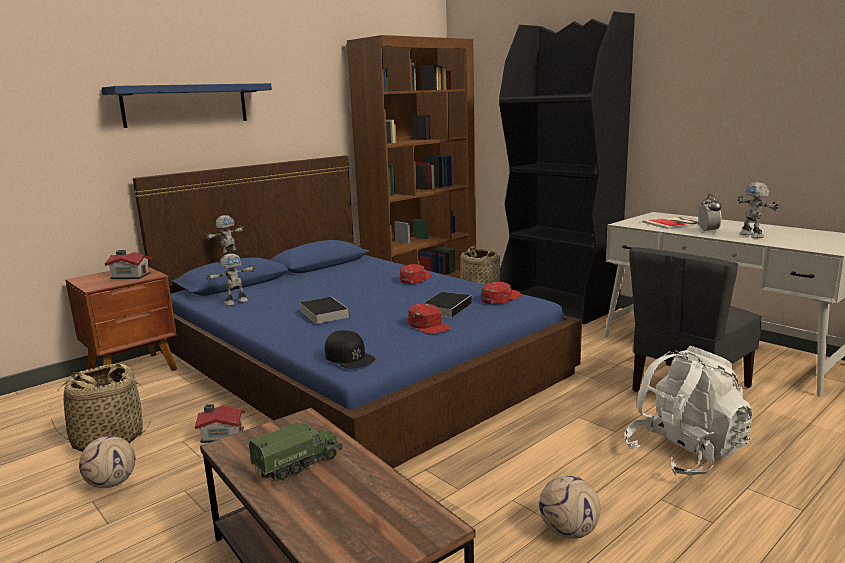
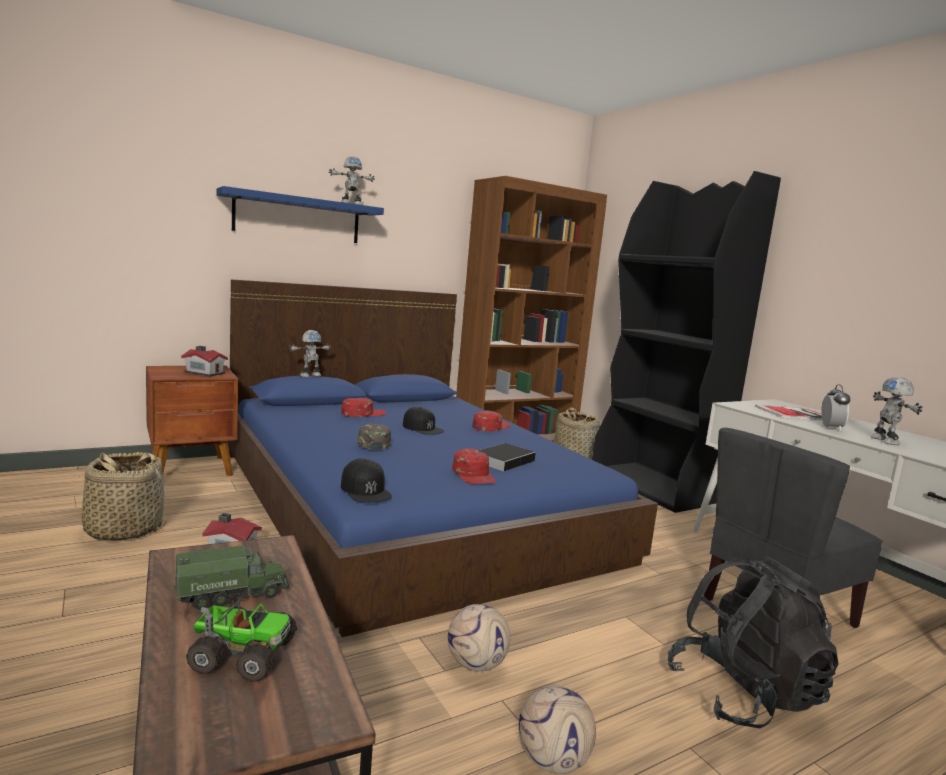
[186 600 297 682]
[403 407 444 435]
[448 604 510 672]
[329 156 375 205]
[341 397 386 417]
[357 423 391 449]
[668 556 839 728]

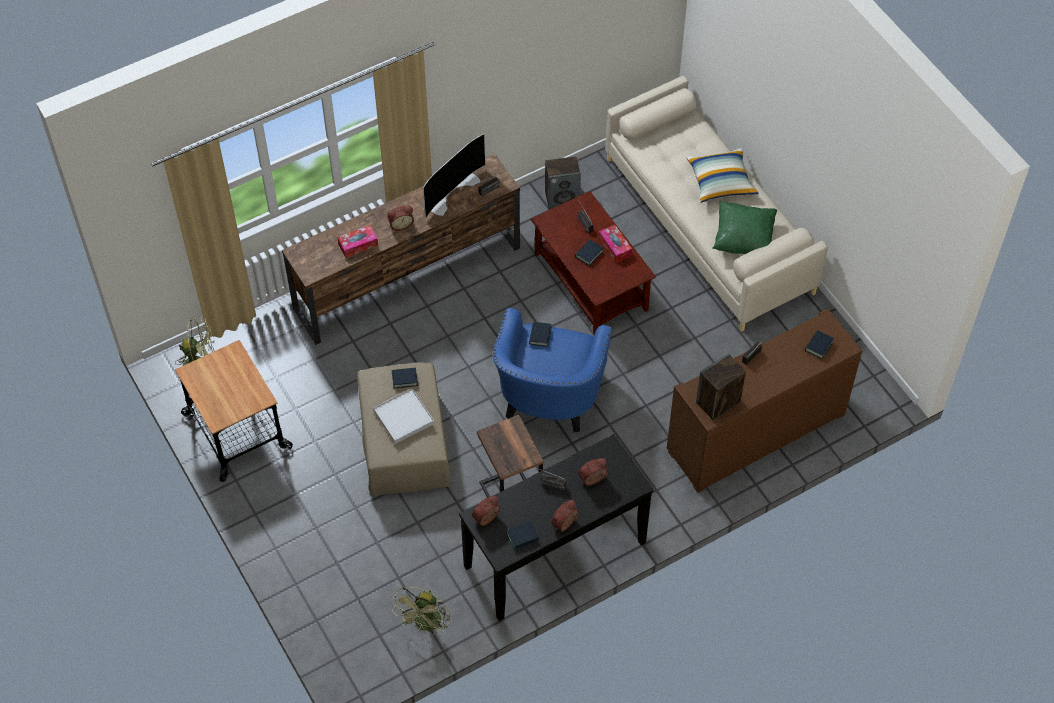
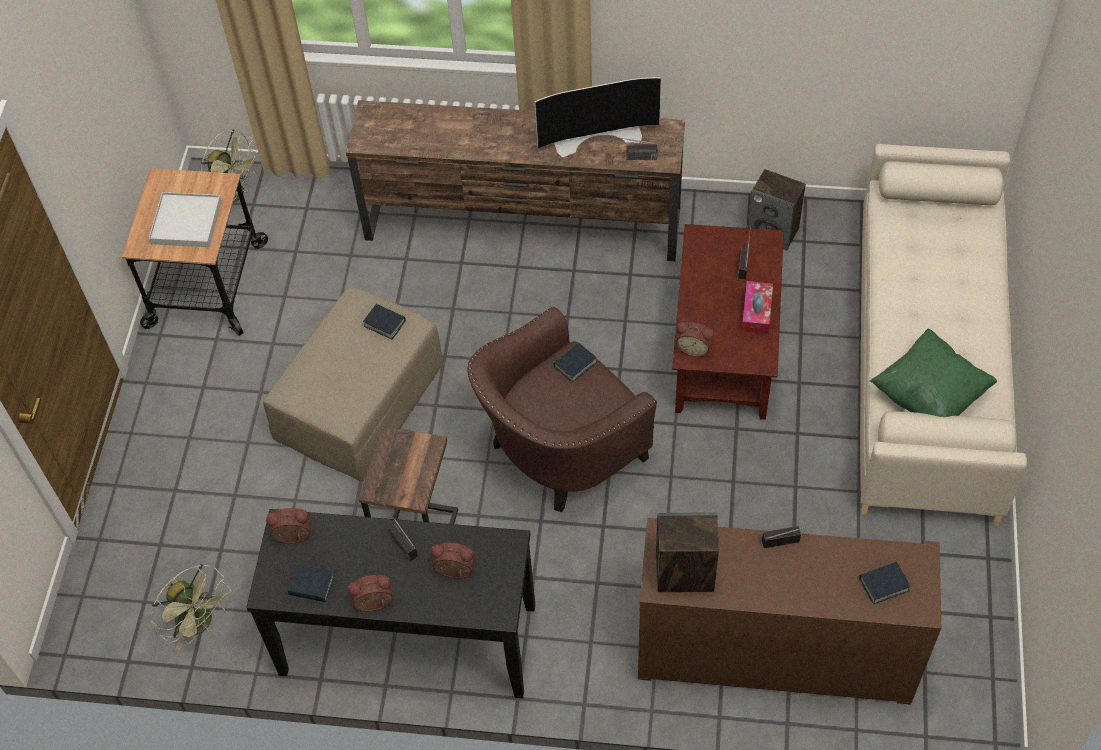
[337 225 378 258] (first image)
[575 240 604 266] (first image)
[686 148 759 203] (first image)
[149 192 222 247]
[676 322 714 357]
[468 306 657 512]
[150 564 231 650]

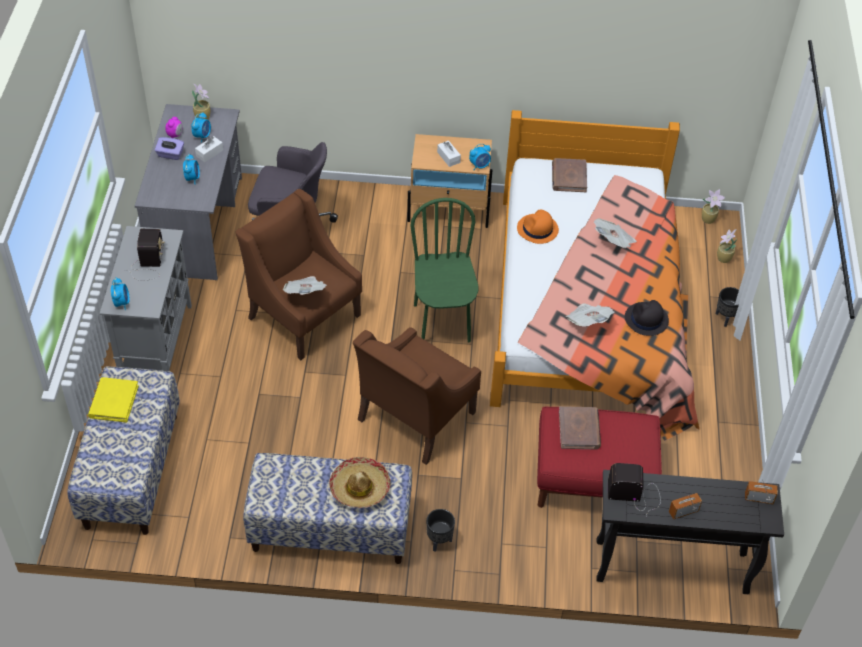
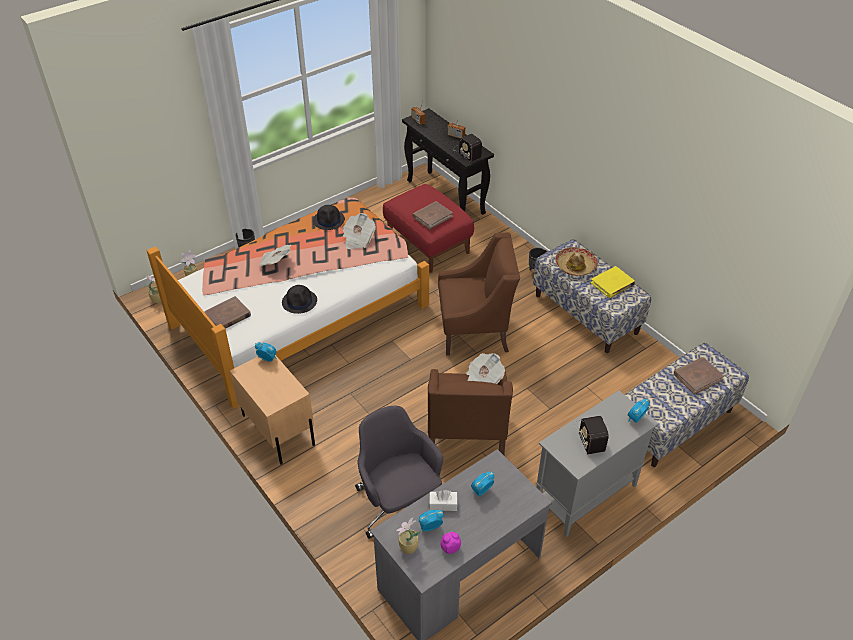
[155 137 184 160] (first image)
[410 198 478 342] (first image)
[437 141 461 167] (first image)
[674 357 724 395]
[591 266 635 298]
[282 285 317 314]
[574 416 609 454]

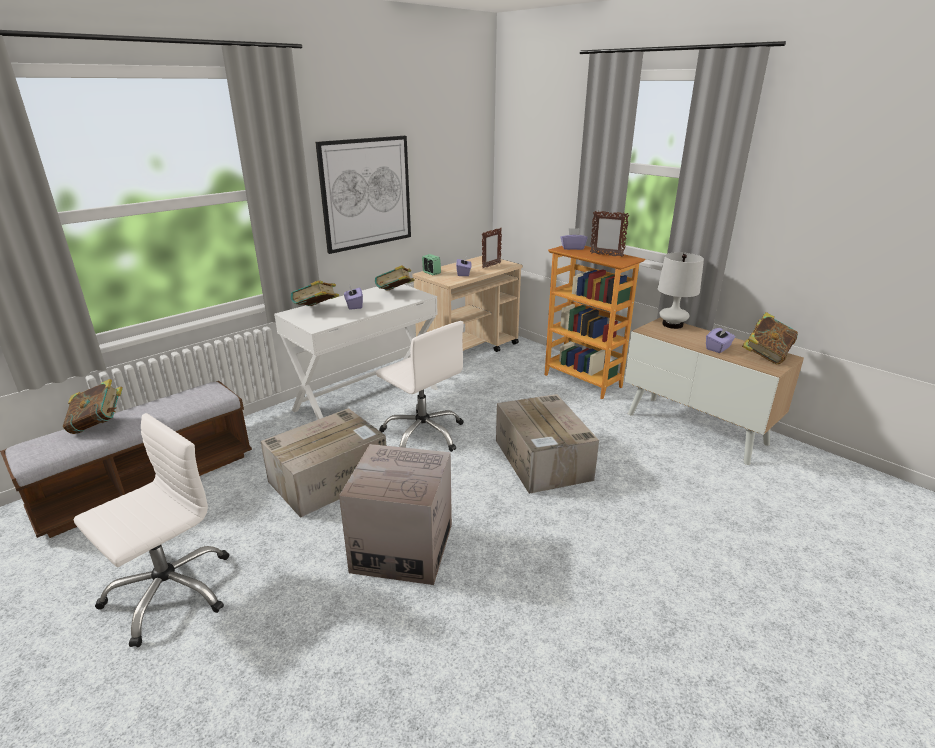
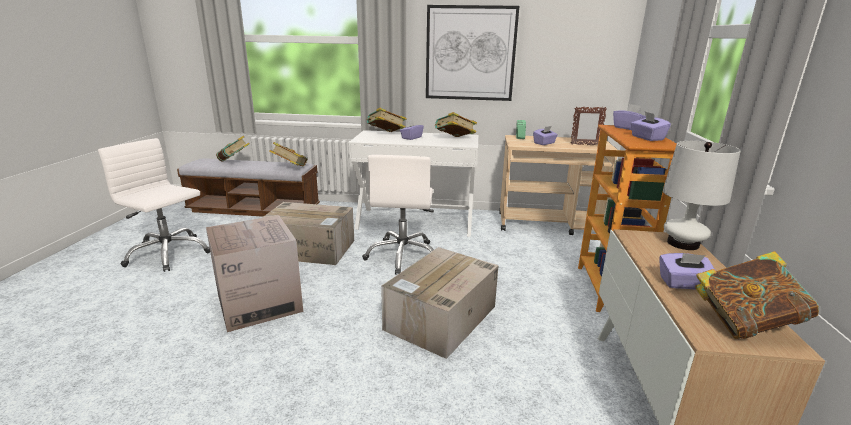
[269 142 307 167]
[631 112 671 141]
[98 138 210 272]

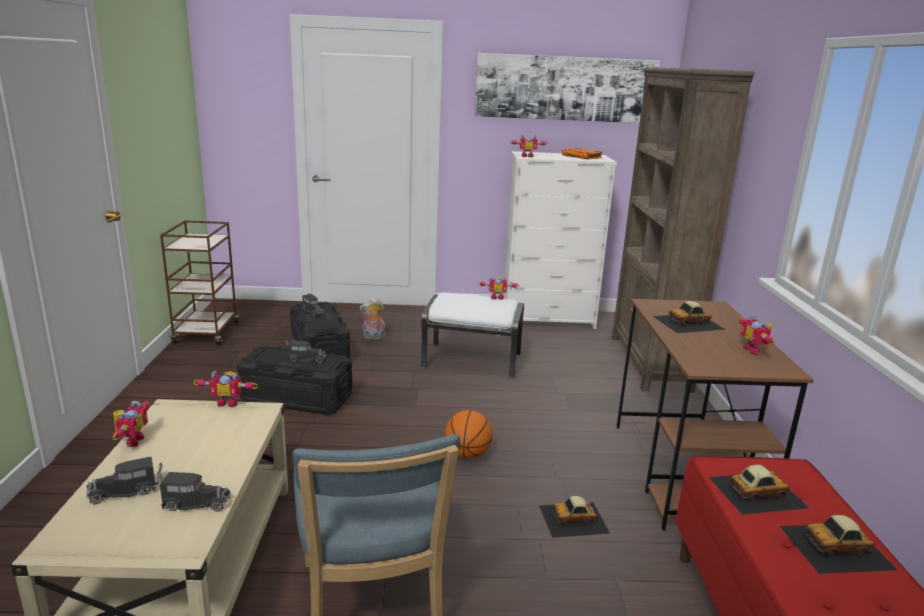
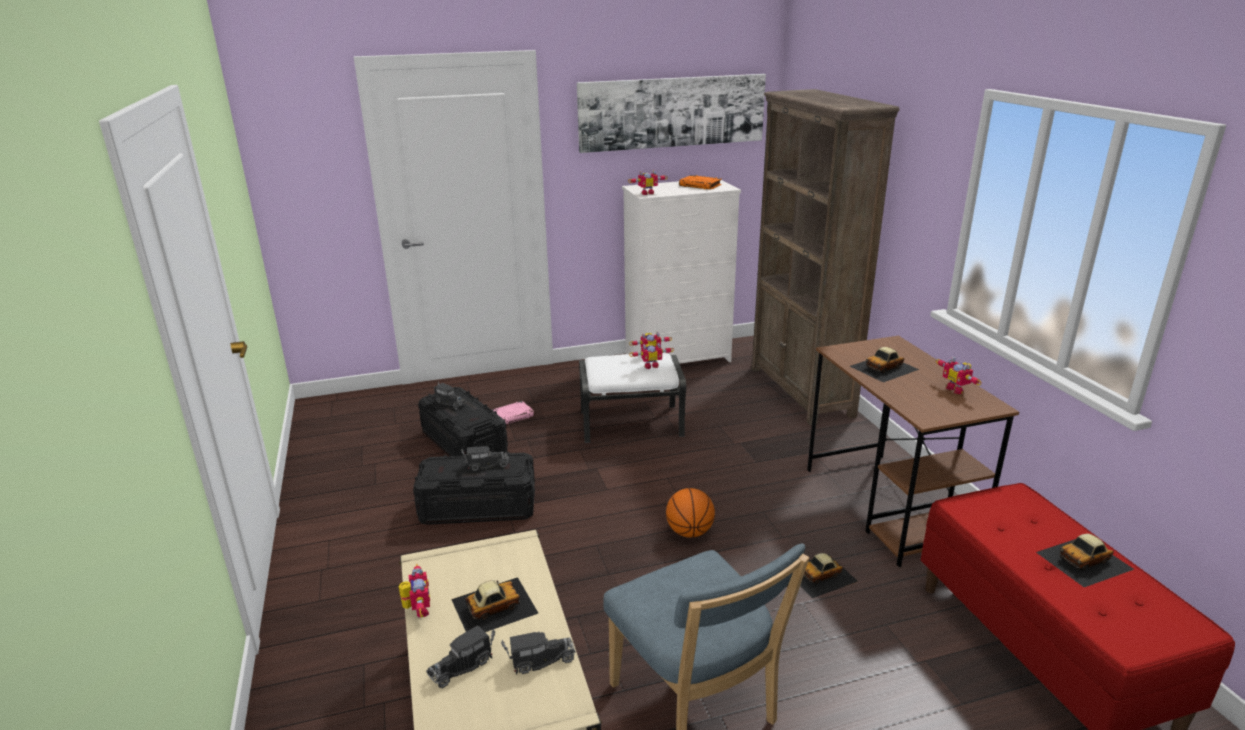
[160 220 241 345] (first image)
[629 342 674 369]
[451 577 538 632]
[492 401 535 425]

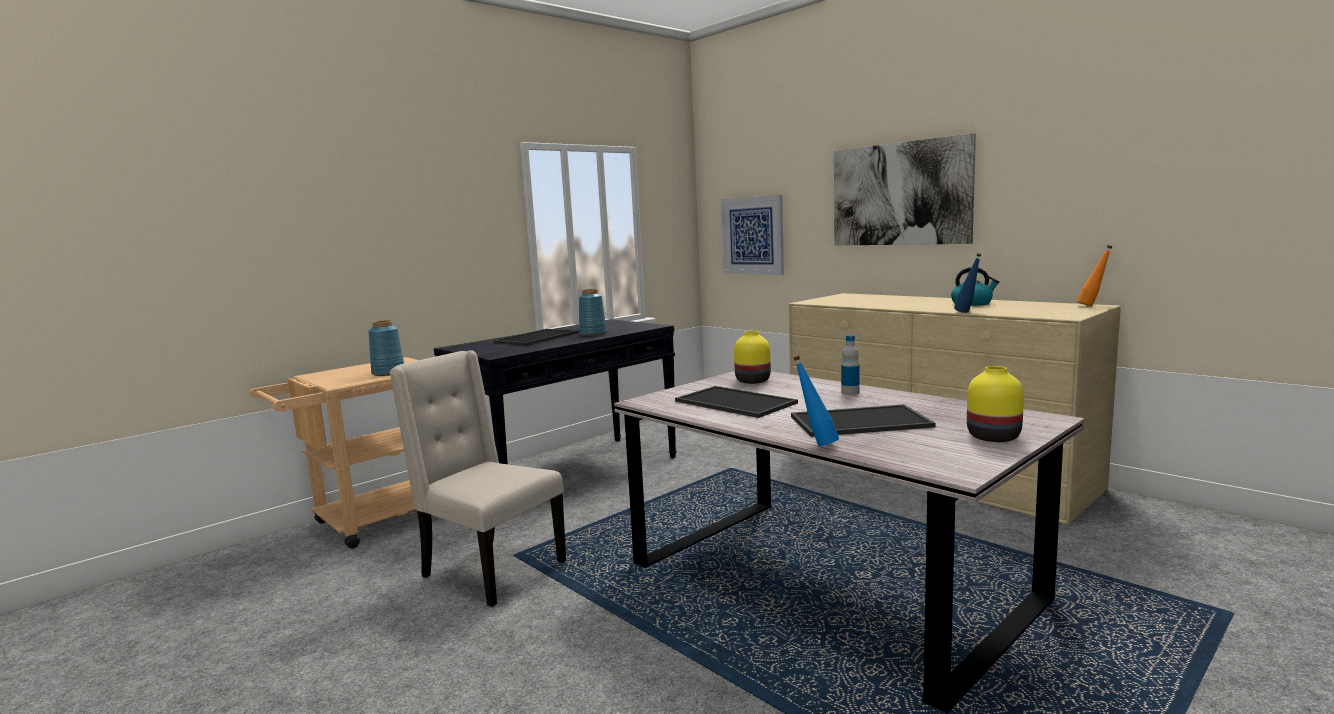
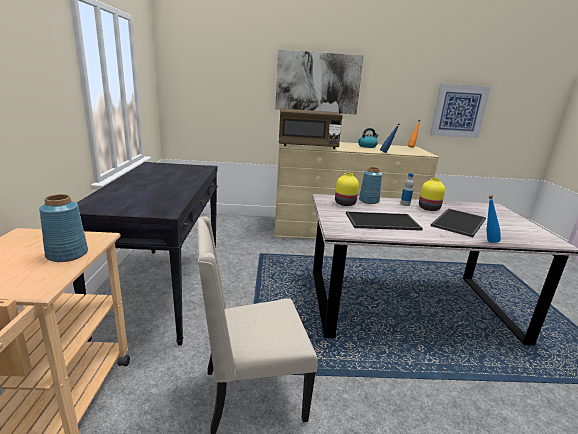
[493 329 579 346] (first image)
[279 108 343 149]
[359 167 382 204]
[430 84 491 138]
[419 178 445 211]

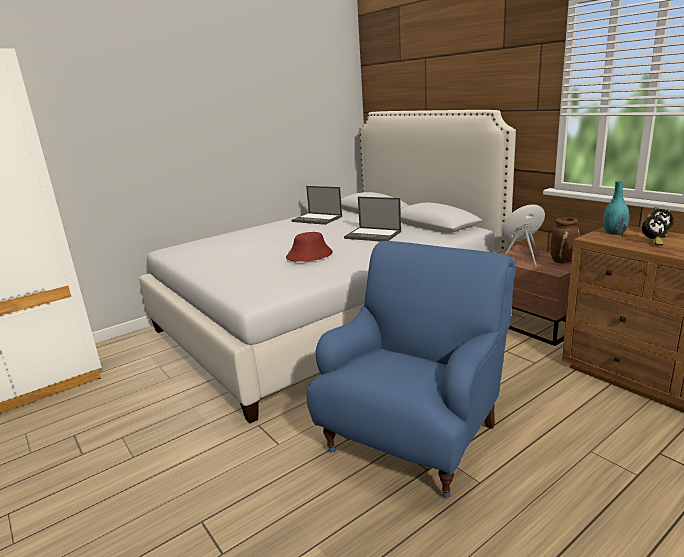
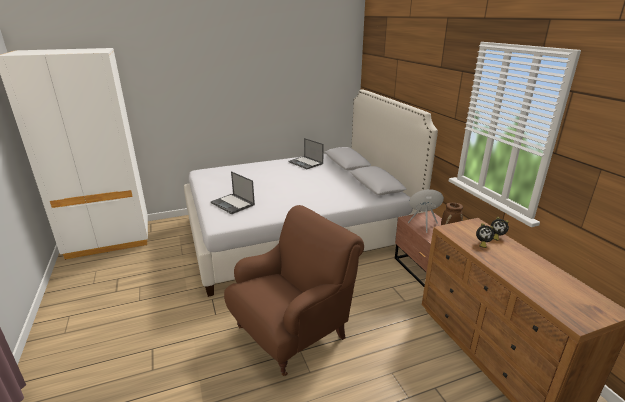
[286 232 333 262] (first image)
[603 181 630 235] (first image)
[211 171 255 214]
[224 205 364 376]

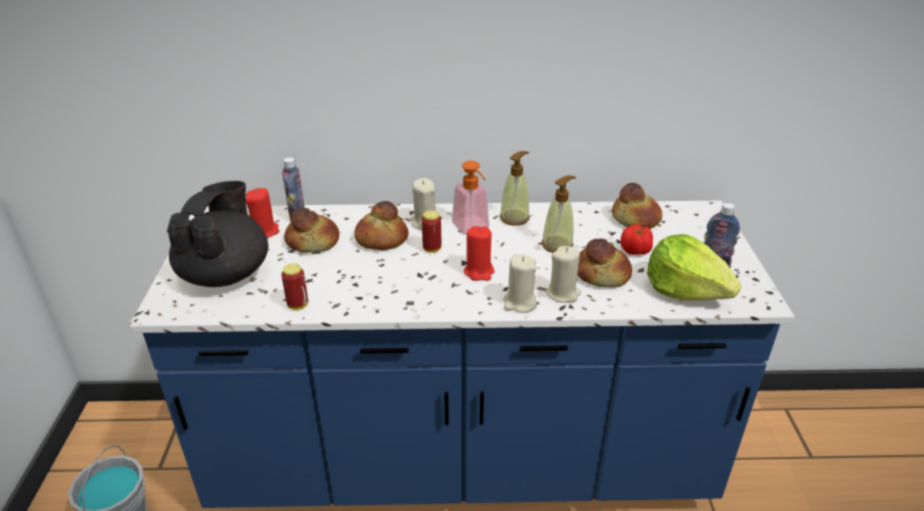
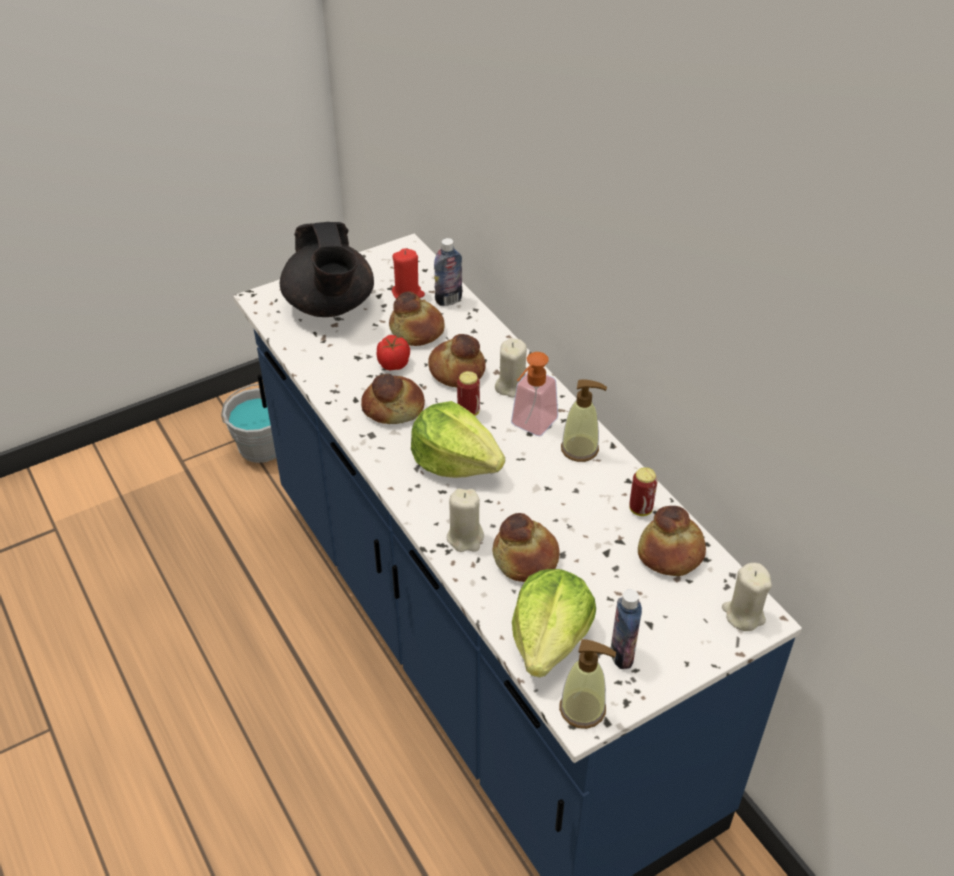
[361 374 425 424]
[629 467 658 516]
[722 563 772 631]
[559 639 616 729]
[377 335 410 371]
[411 401 505 478]
[280 222 374 317]

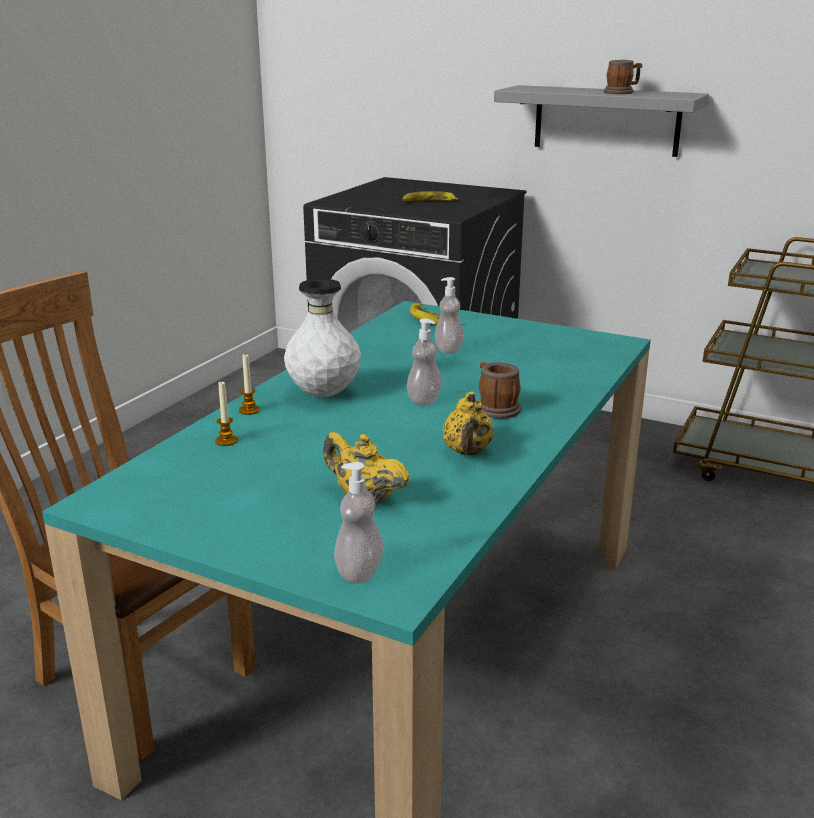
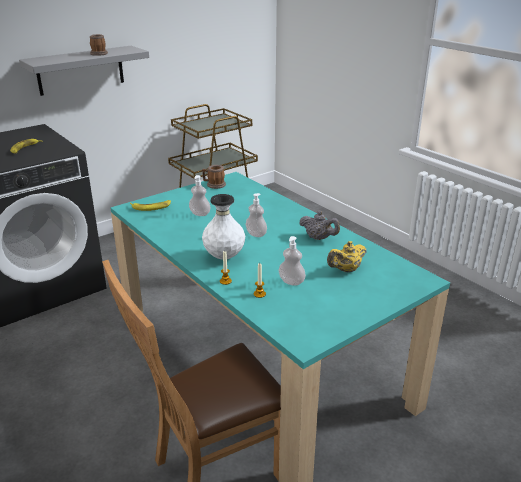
[279 236 306 286]
[202 165 226 189]
[299 211 340 240]

